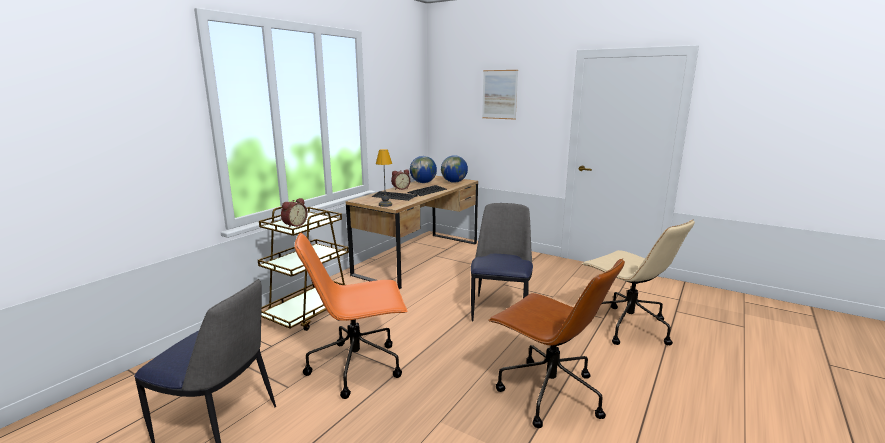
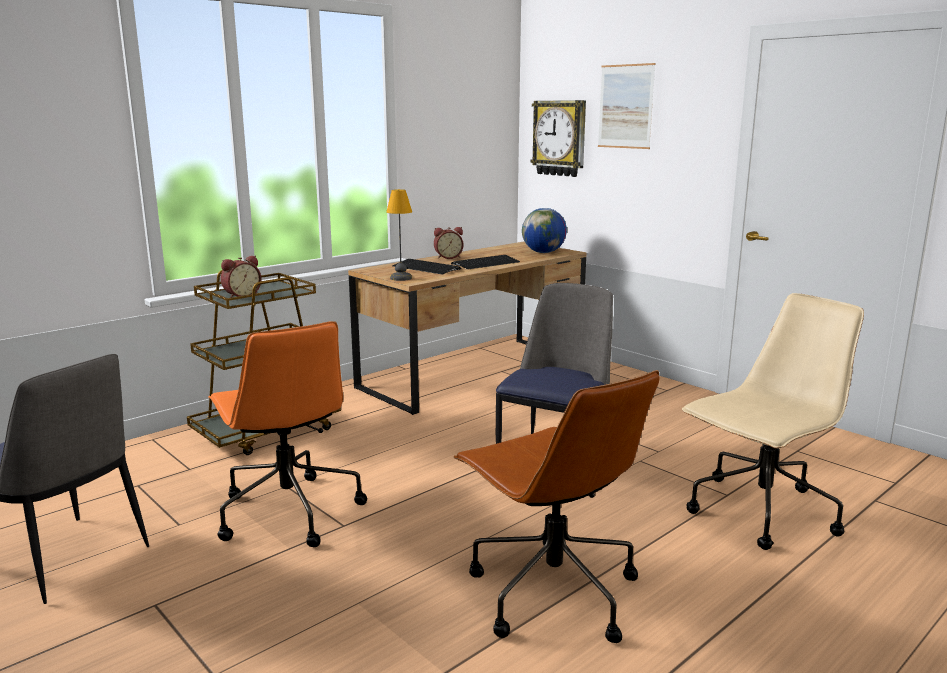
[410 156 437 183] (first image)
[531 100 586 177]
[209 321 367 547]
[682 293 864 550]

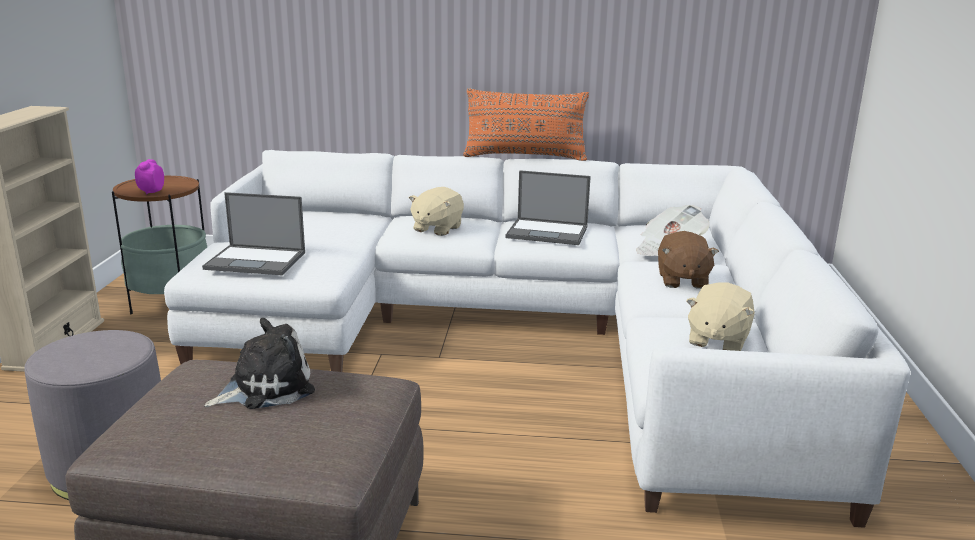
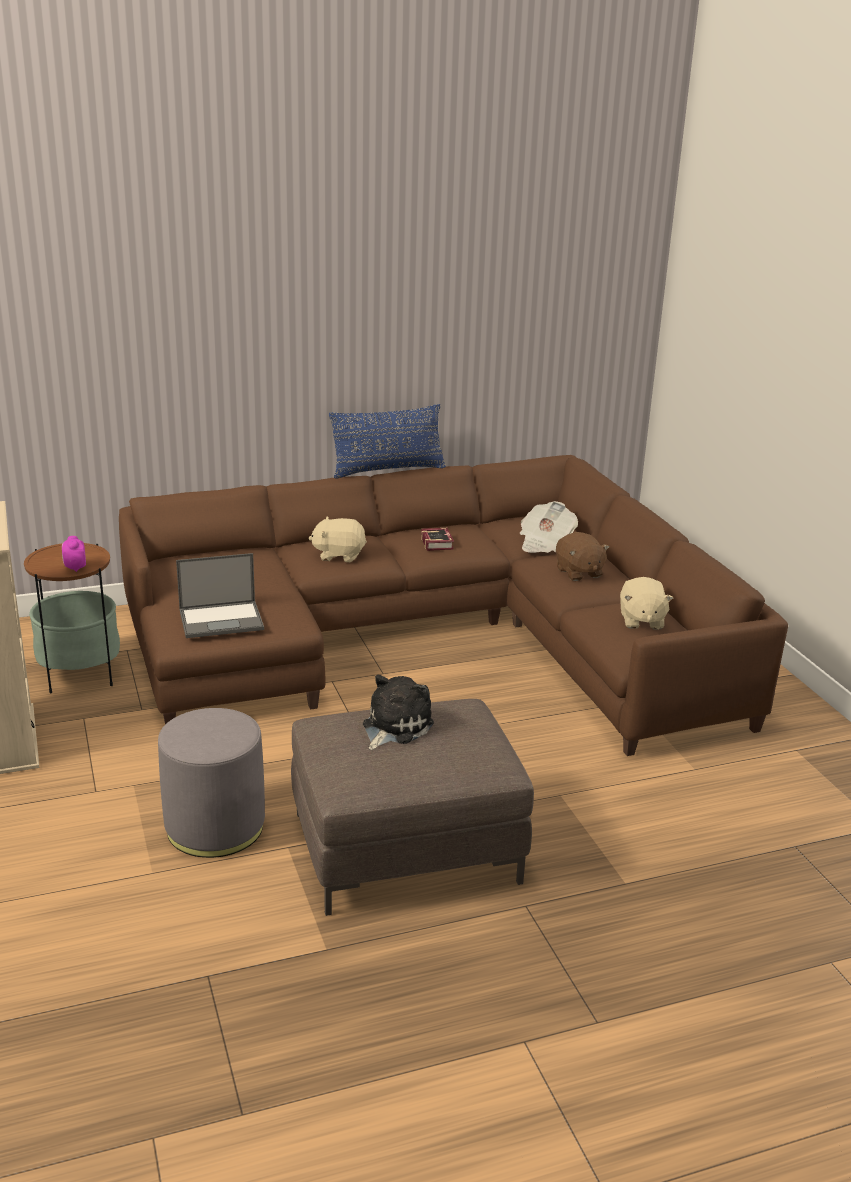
[421 528 454 551]
[119 455 788 756]
[329 404 446 479]
[309 517 367 562]

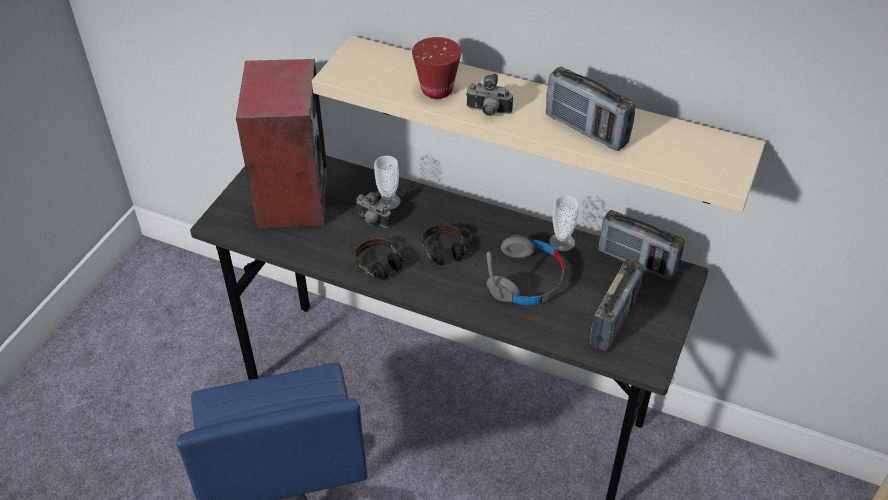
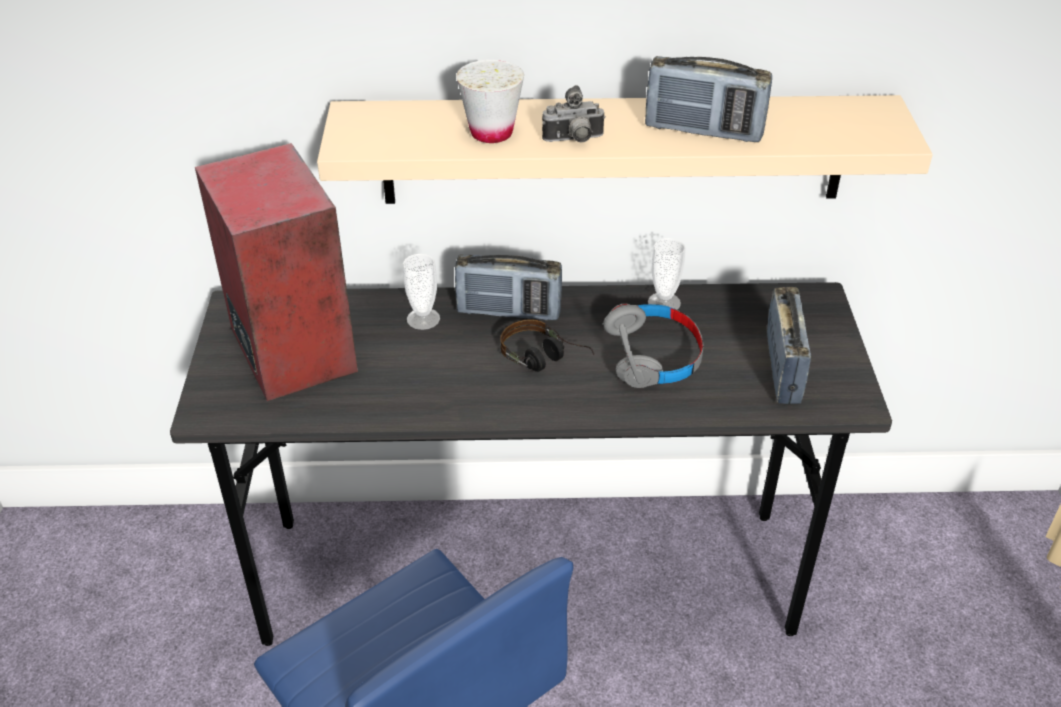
[355 238 424 280] (first image)
[356 191 392 228] (first image)
[455 255 562 320]
[456 60 524 143]

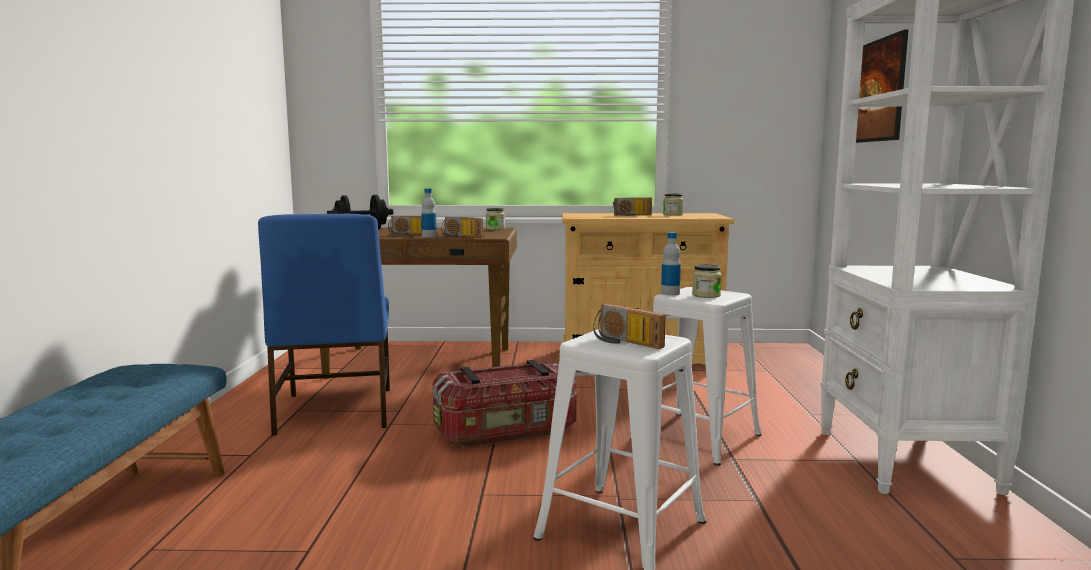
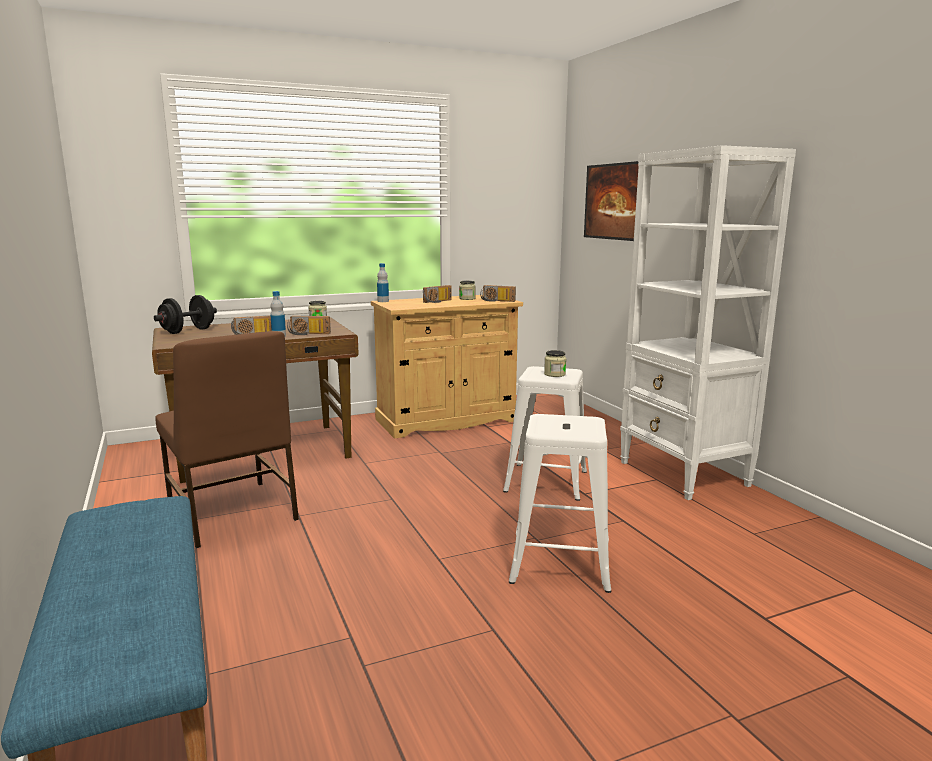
[433 360 577 448] (first image)
[480 285 516 302]
[377 263 389 302]
[155 331 299 548]

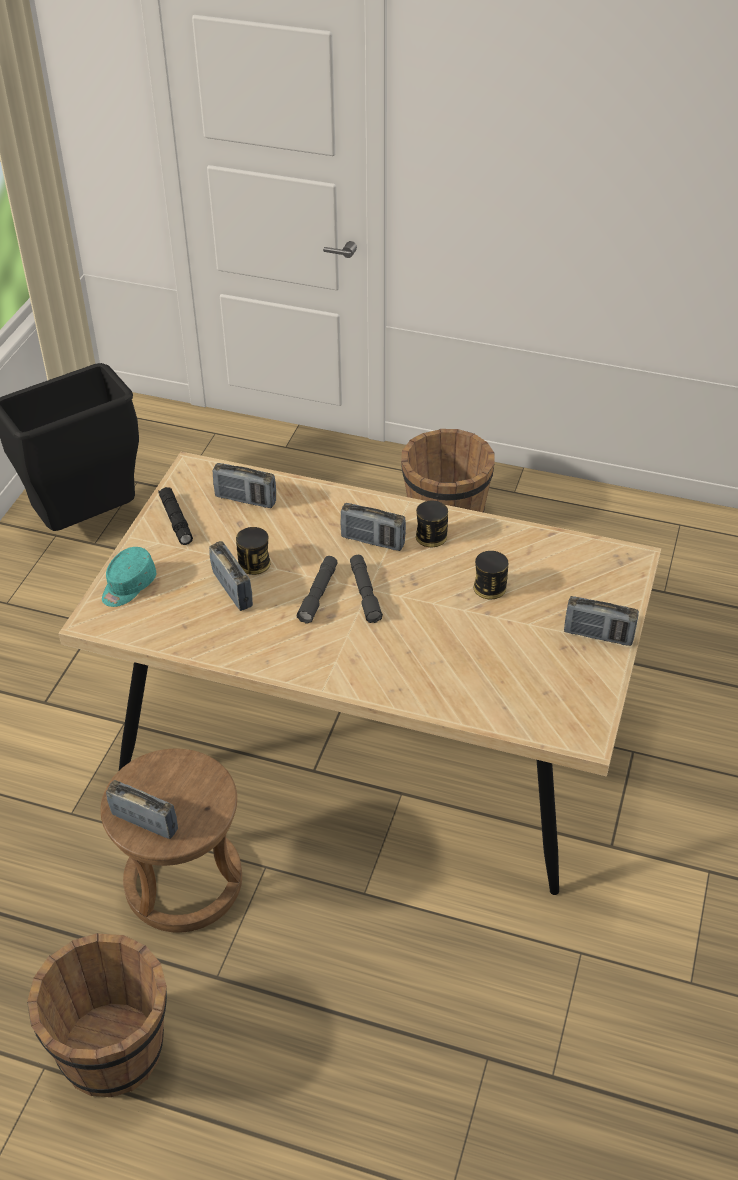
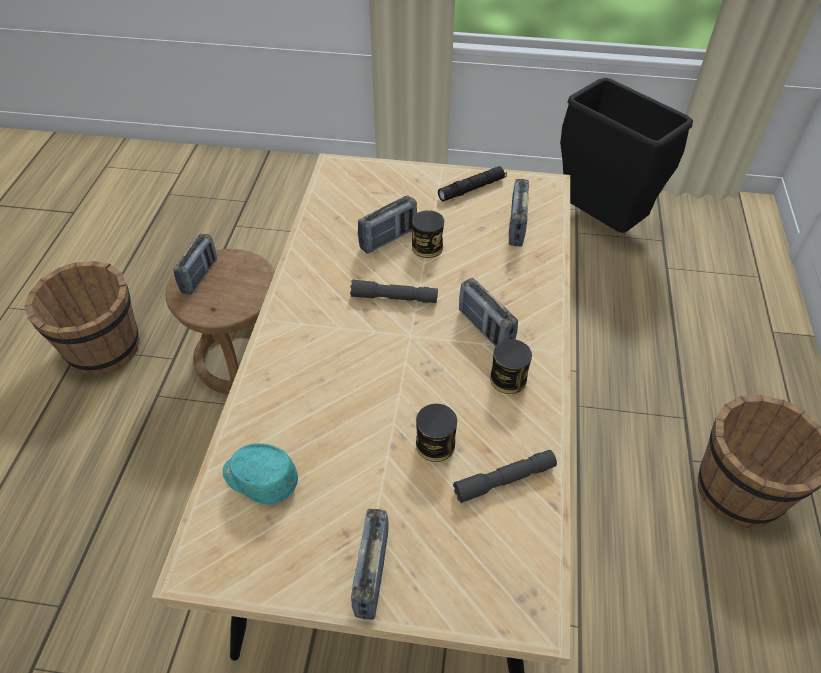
[223 443 298 505]
[453 450 557 503]
[459 278 518 346]

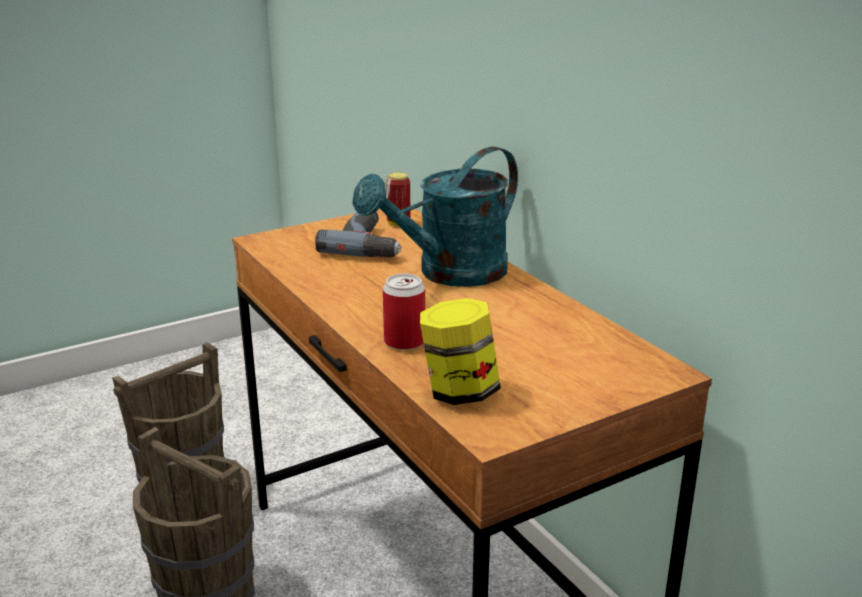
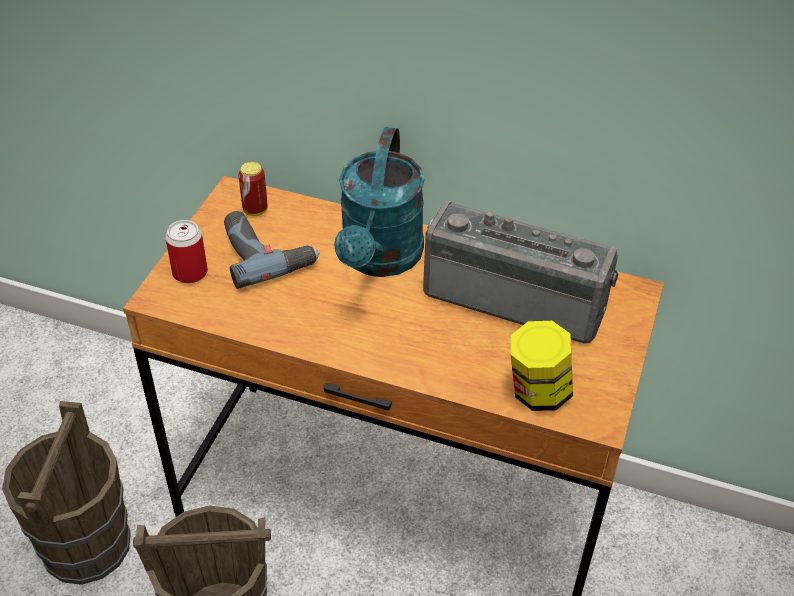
[423 201 619 343]
[165 220 208 283]

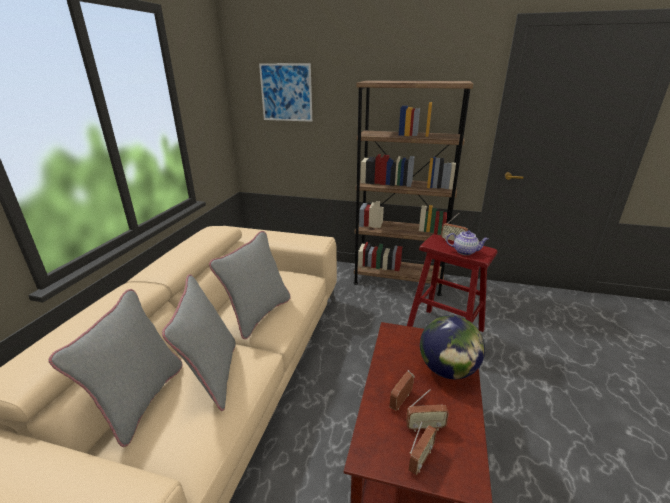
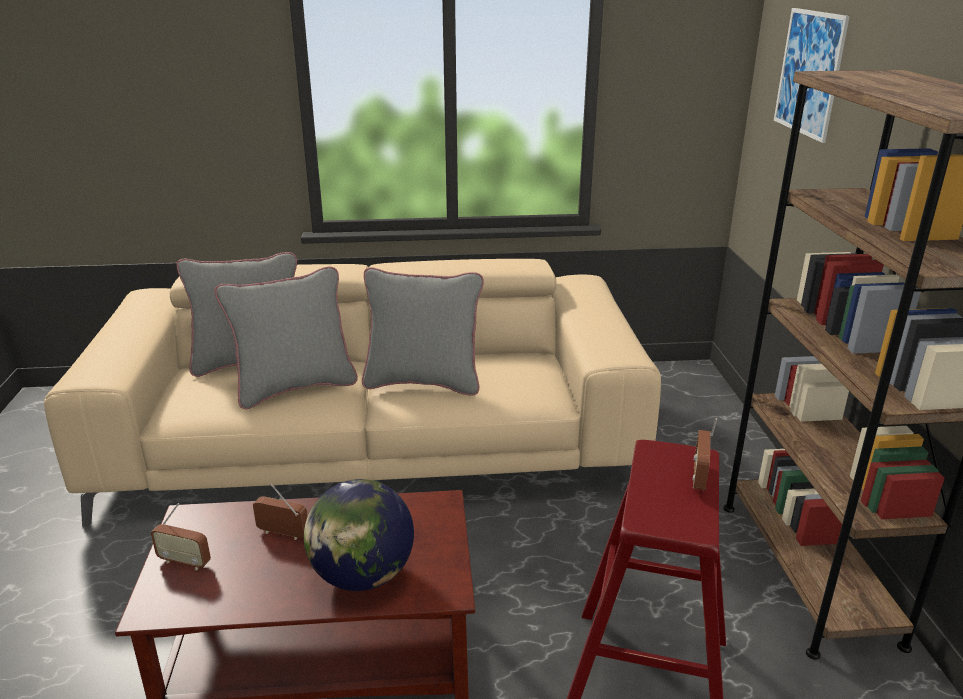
[406 389 449 432] (first image)
[446 230 488 255] (first image)

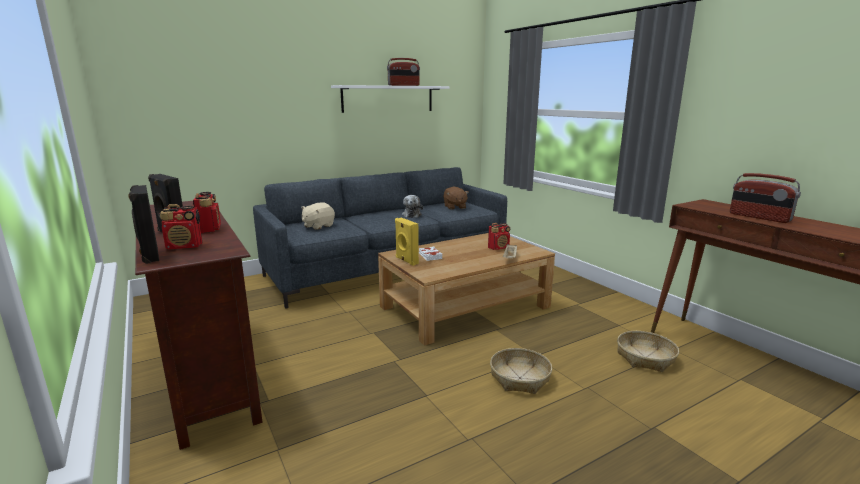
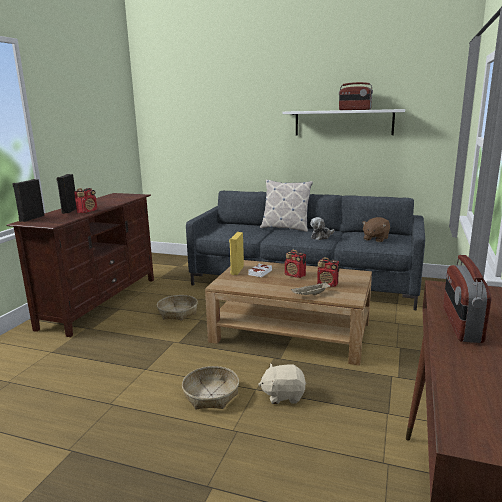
[260 179 313 232]
[285 250 306 278]
[258 363 306 404]
[157 295 198 321]

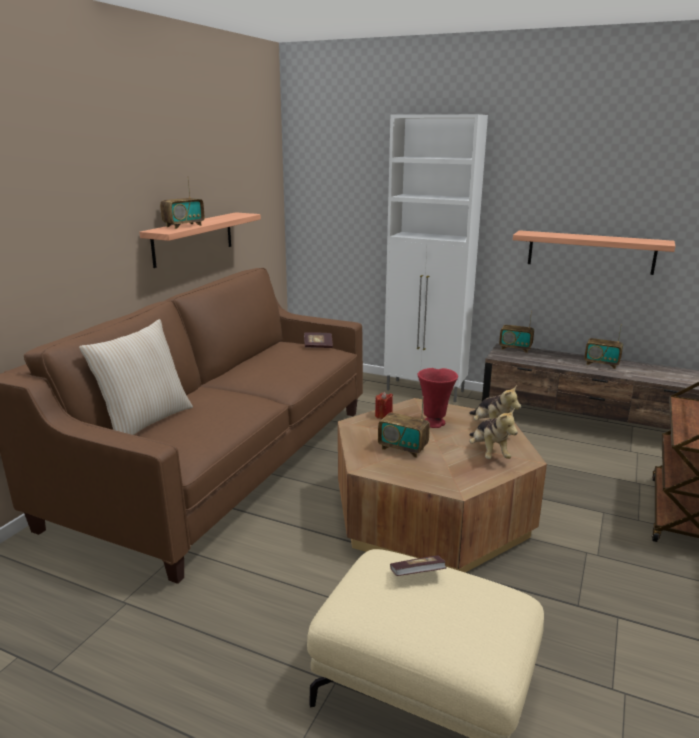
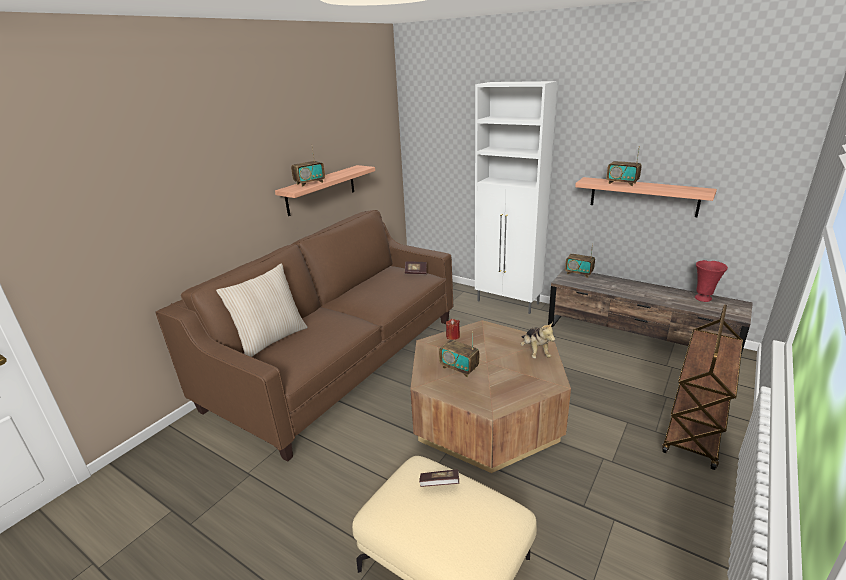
[469 408 518 459] (first image)
[695 260 728 302]
[606 146 642 186]

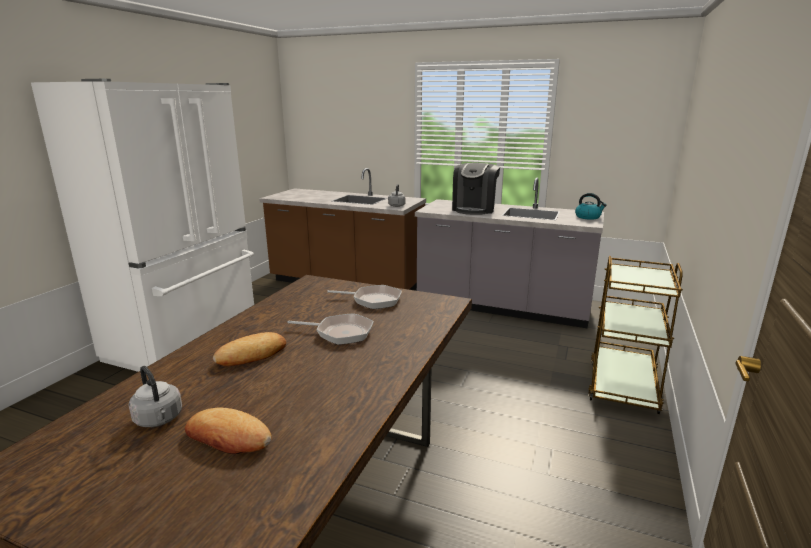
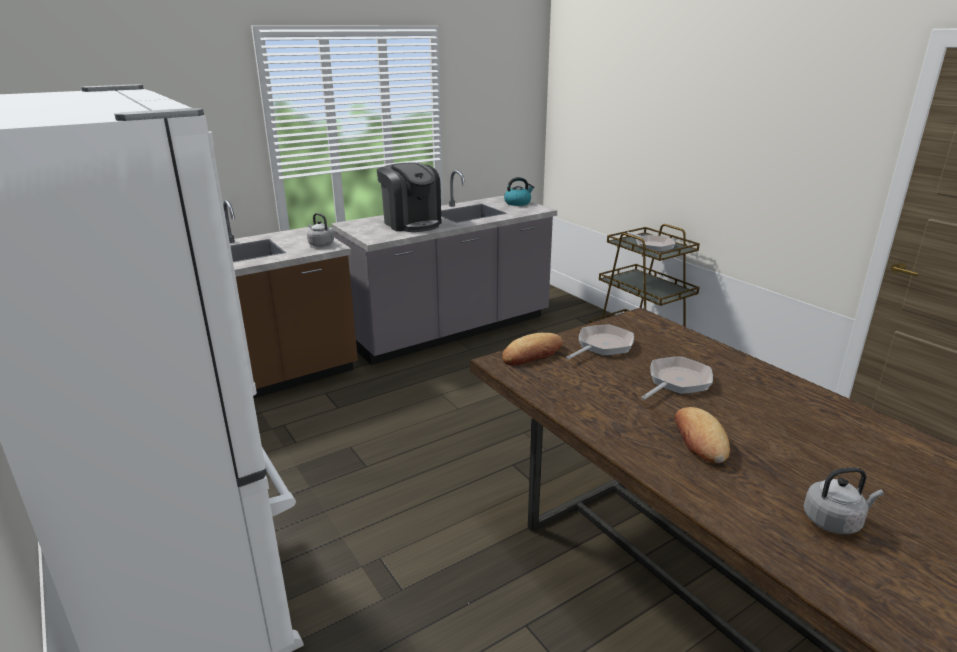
[627 232 676 252]
[502 333 563 365]

